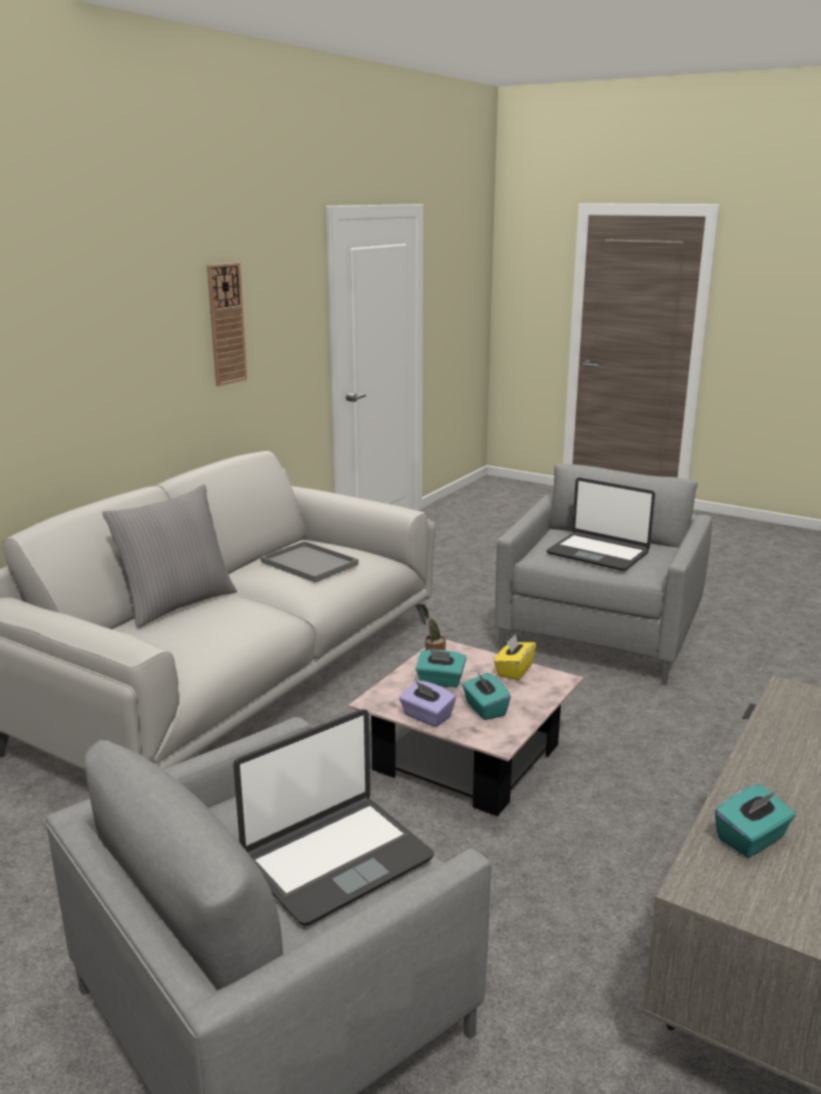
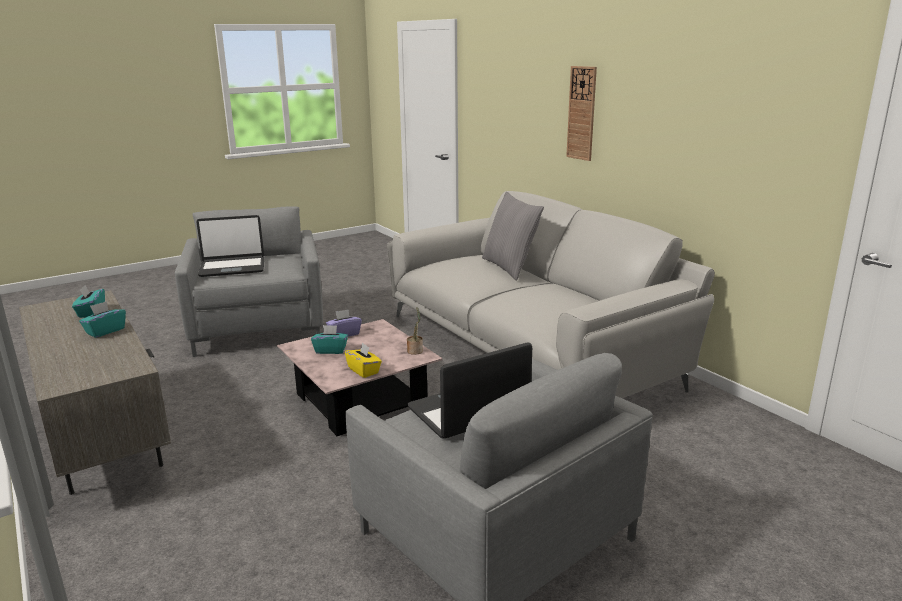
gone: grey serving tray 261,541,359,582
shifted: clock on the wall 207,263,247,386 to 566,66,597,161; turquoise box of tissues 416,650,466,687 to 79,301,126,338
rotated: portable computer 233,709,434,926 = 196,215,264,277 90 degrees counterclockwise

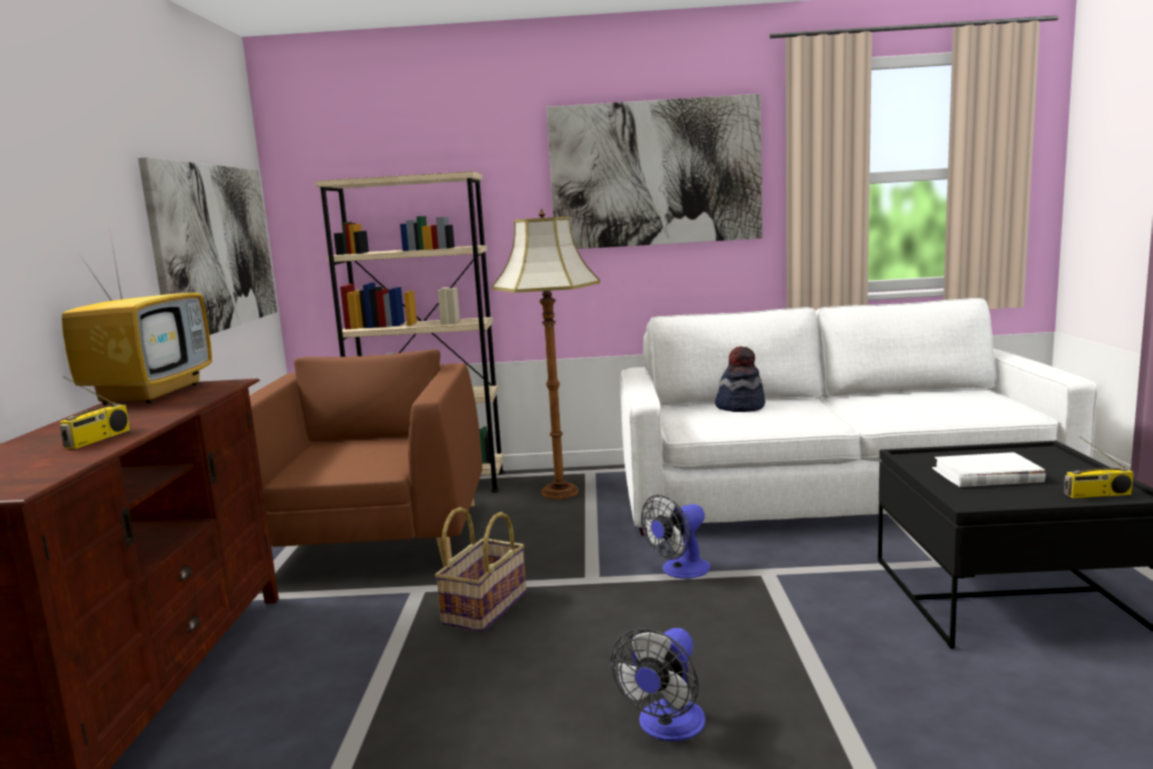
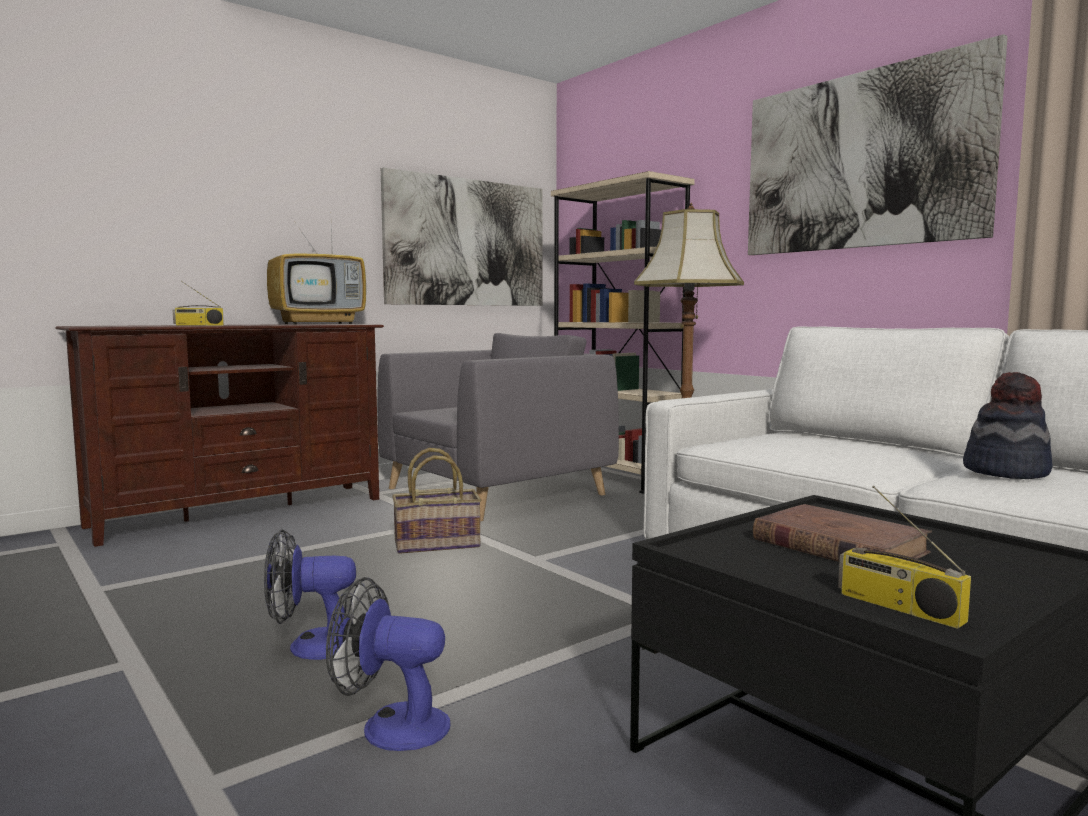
shifted: fan 641,495,710,579 to 326,577,451,751; hat 715,346,765,412 to 963,372,1052,479
repainted: brown lounge chair 249,350,482,567 to grey lounge chair 377,333,619,521; white-coloured bound book 932,452,1046,487 to brown bound book 753,504,932,562

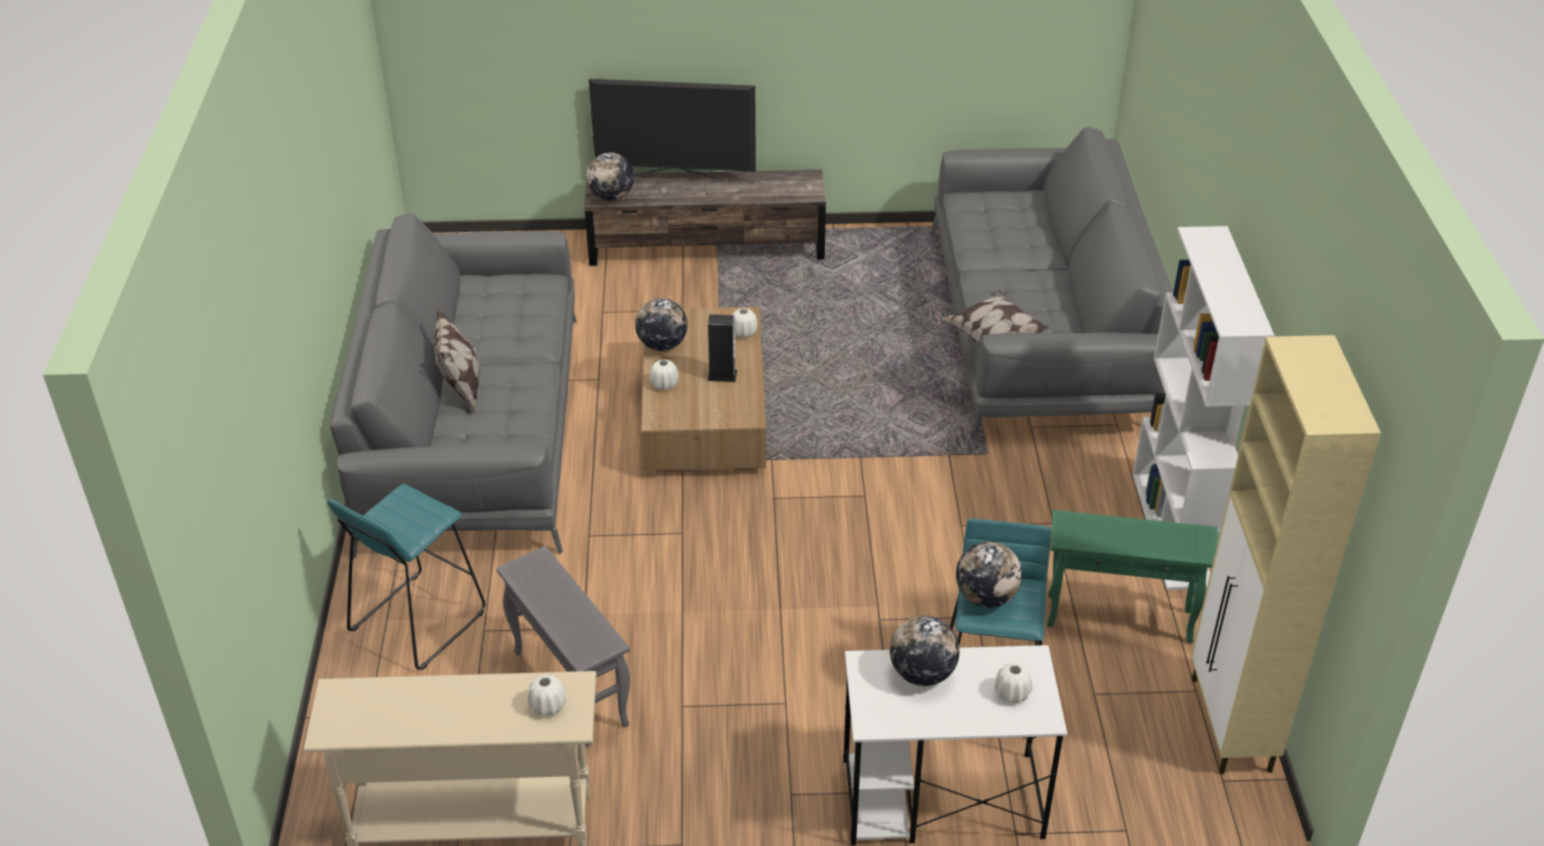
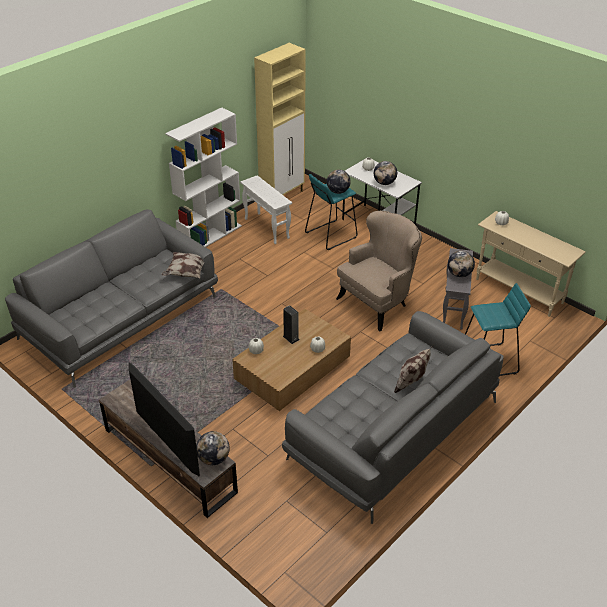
new: beige lounge chair 336,211,422,331
shifted: desk globe 635,298,688,351 to 448,251,475,277
repainted: green-coloured side table 1047,510,1218,643 to white-coloured side table 240,175,292,244

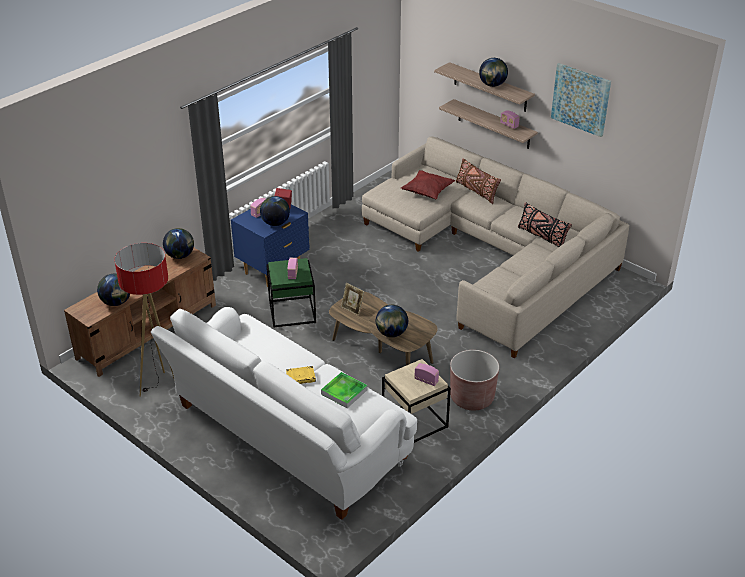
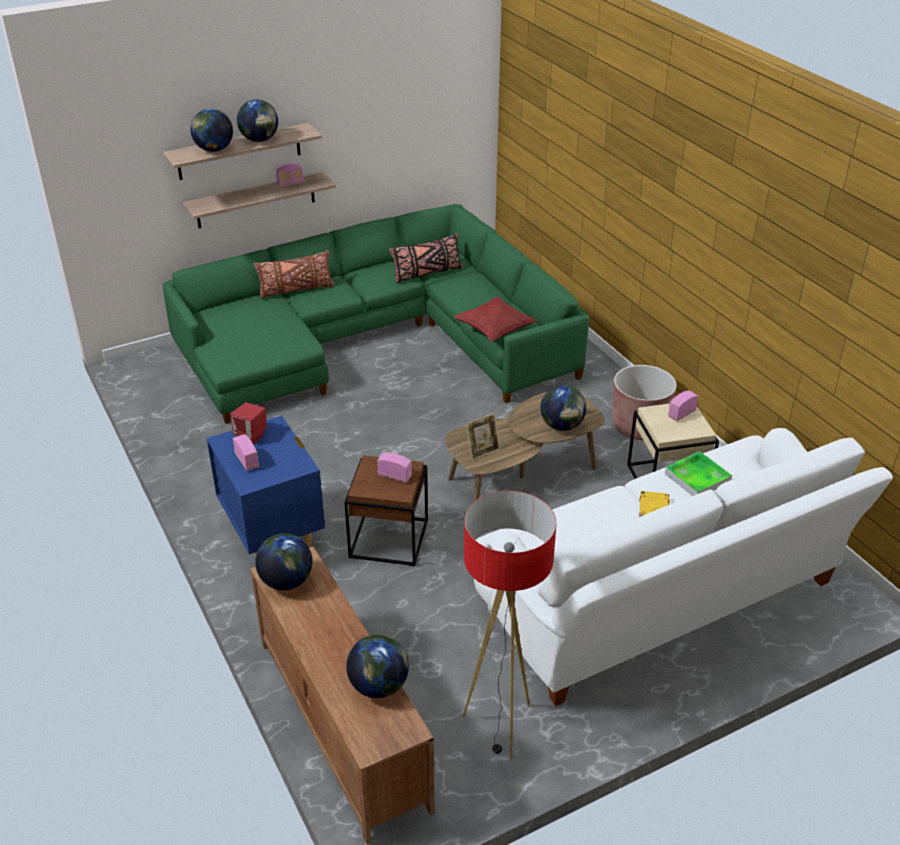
gone: picture 551,63,611,137
shifted: desk globe 260,196,290,226 to 190,109,233,152; reddish throw pillow 401,170,455,199 to 454,297,537,342
repainted: green-coloured side table 266,258,316,328 to brown side table 344,455,428,566; beige couch 362,137,629,358 to green-coloured couch 162,204,590,424

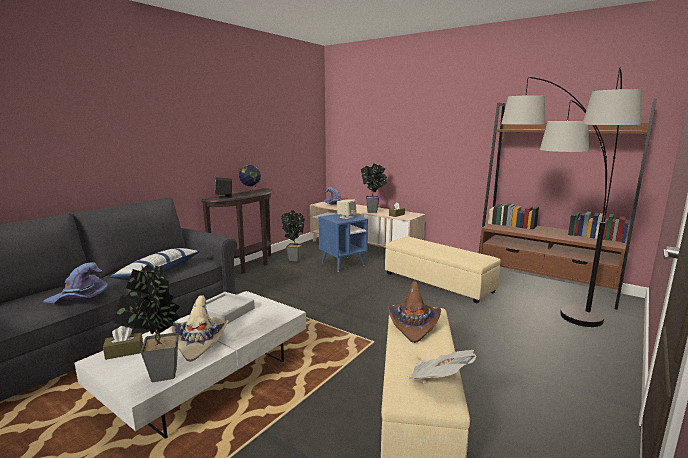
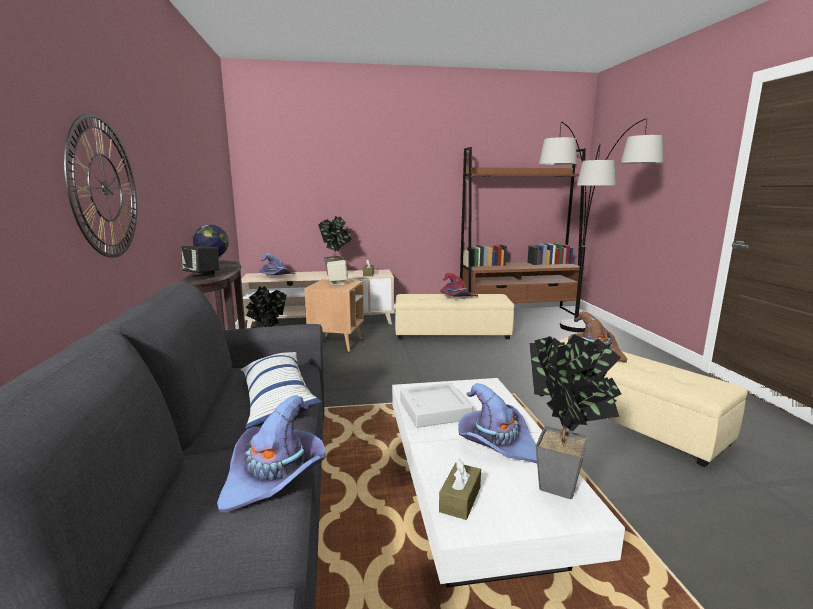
gone: printed paper 409,350,476,380
new: clock on the wall 64,113,137,258; reddish hat 440,273,478,297
repainted: beige hat 170,295,229,362 to purple-coloured hat 458,383,537,463; bluish side table 319,214,368,272 to brown side table 304,279,364,352

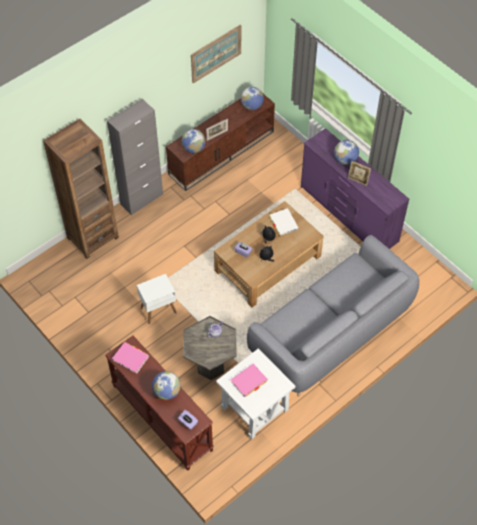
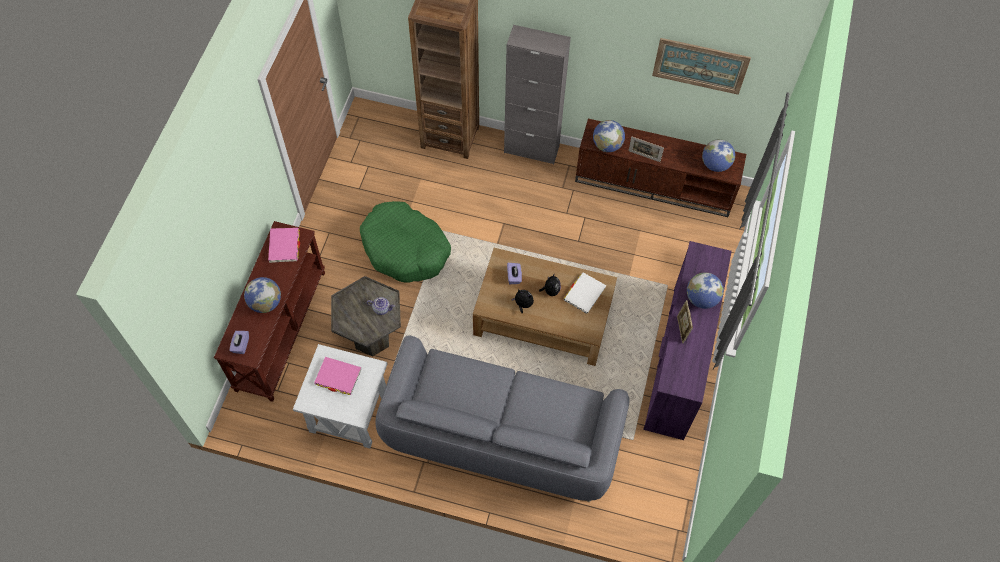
swapped: white-coloured side table 137,274,177,324 to green-coloured pet bed 360,201,451,283

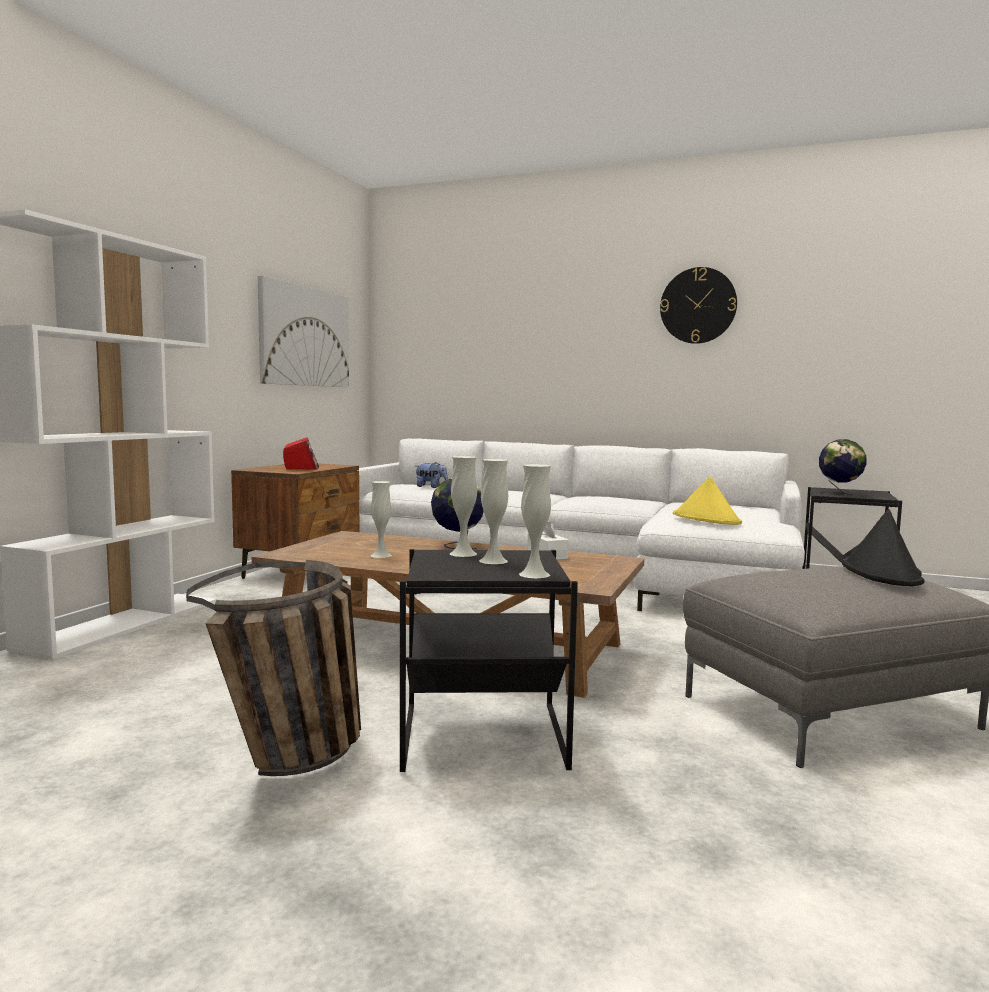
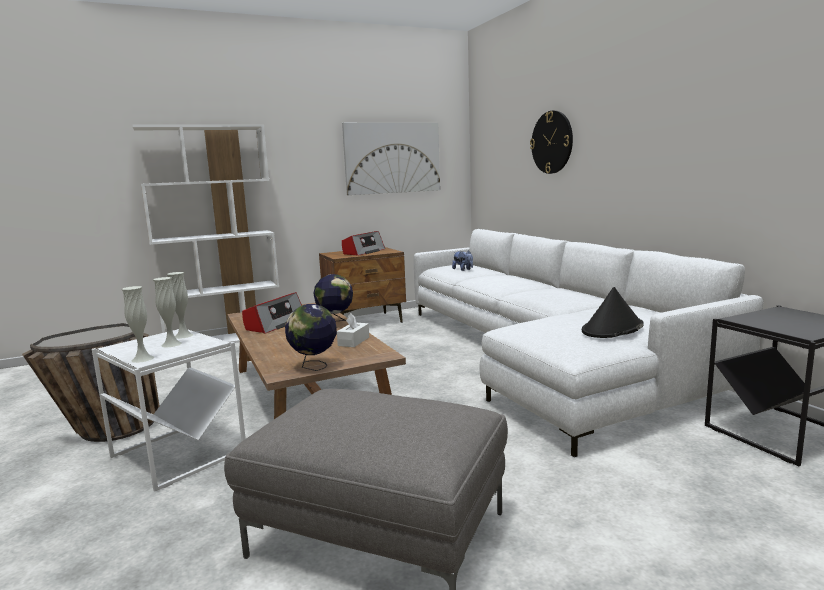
gone: yellow hat 673,476,742,525
shifted: clock on the wall 660,267,737,344 to 530,111,573,174; desk globe 819,439,866,495 to 285,304,337,371; black hat 842,509,924,586 to 582,287,644,338
swapped: white-coloured vase 370,481,392,558 to radio receiver 242,292,302,334
repainted: black side table 400,549,578,772 to white-coloured side table 92,329,246,491

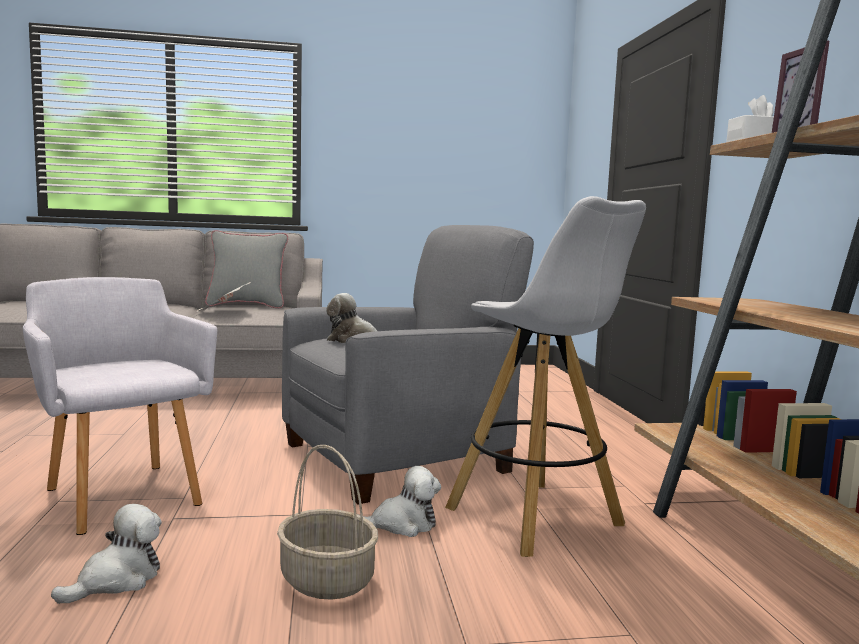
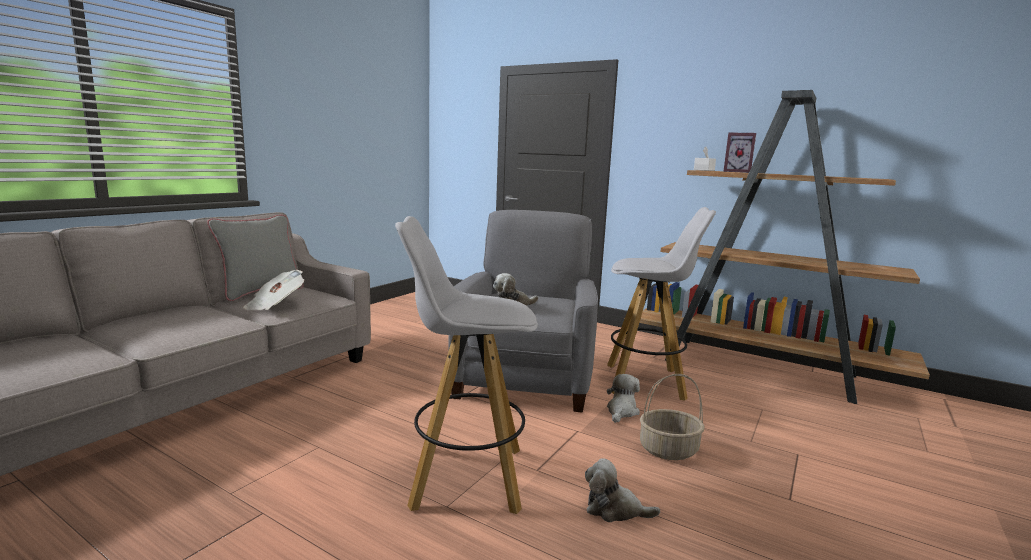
swapped: grey lounge chair 23,277,217,535 to white-coloured sitting stool 395,216,538,514
rotated: plush toy 51,504,162,604 = 585,458,660,522 60 degrees counterclockwise

